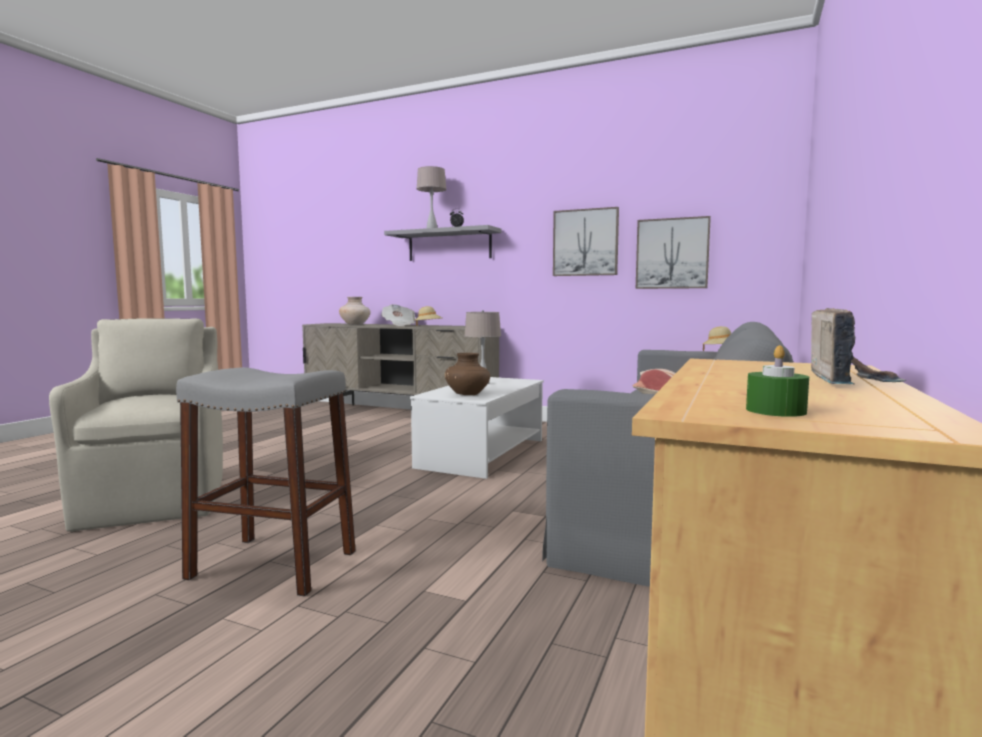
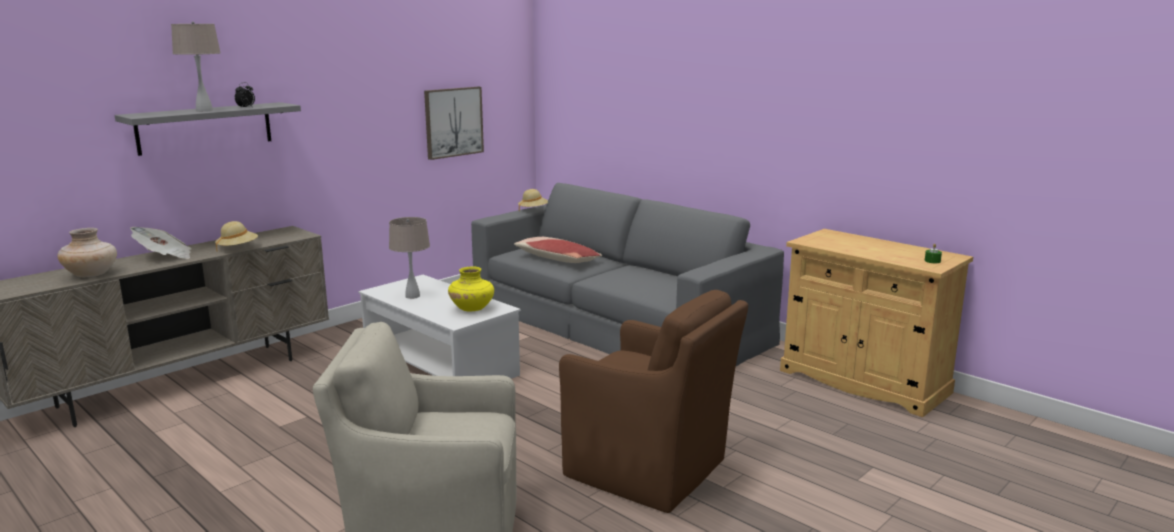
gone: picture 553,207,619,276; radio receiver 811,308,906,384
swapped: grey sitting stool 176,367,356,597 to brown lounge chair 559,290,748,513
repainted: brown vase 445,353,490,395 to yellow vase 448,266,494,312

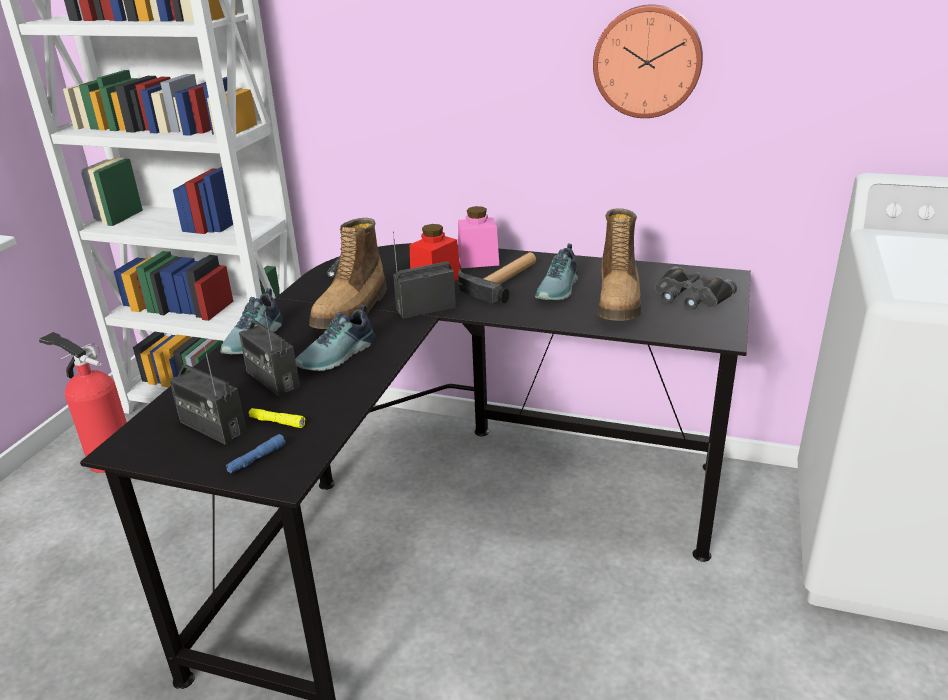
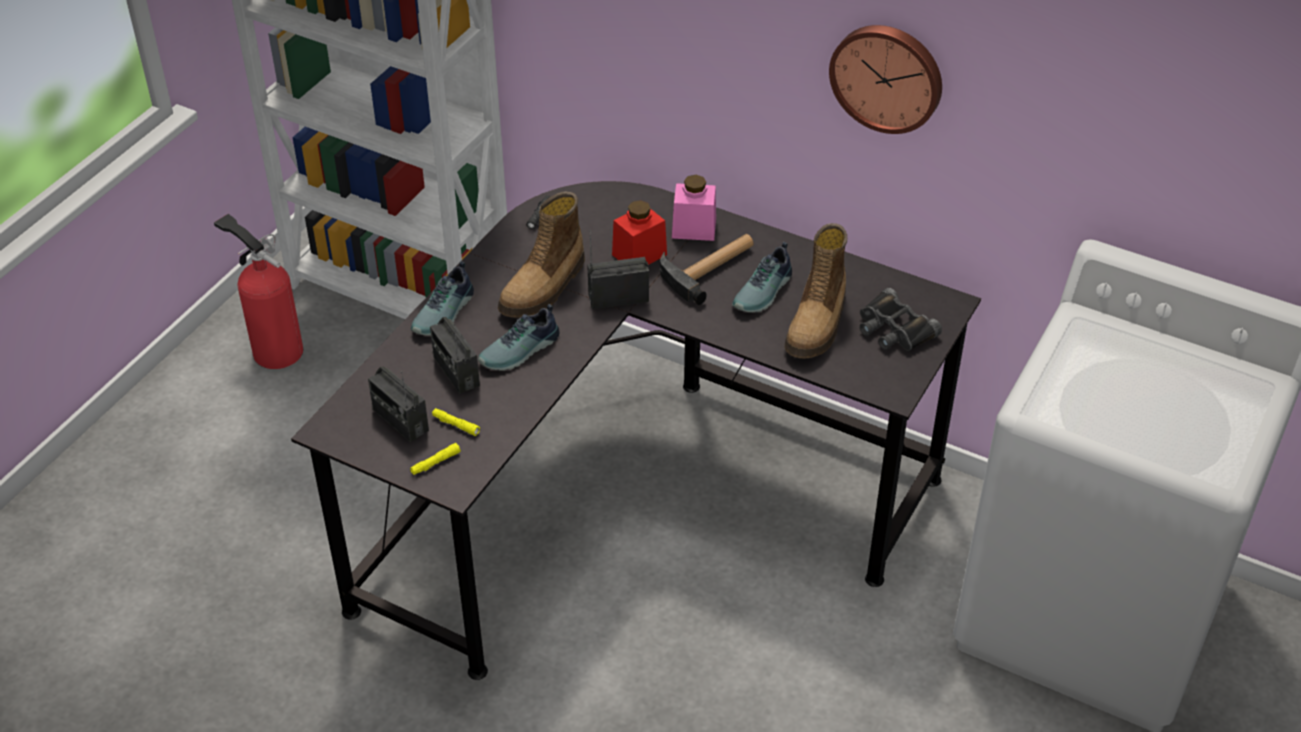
repainted: bluish torch 226,434,286,473 to yellow torch 410,443,461,475

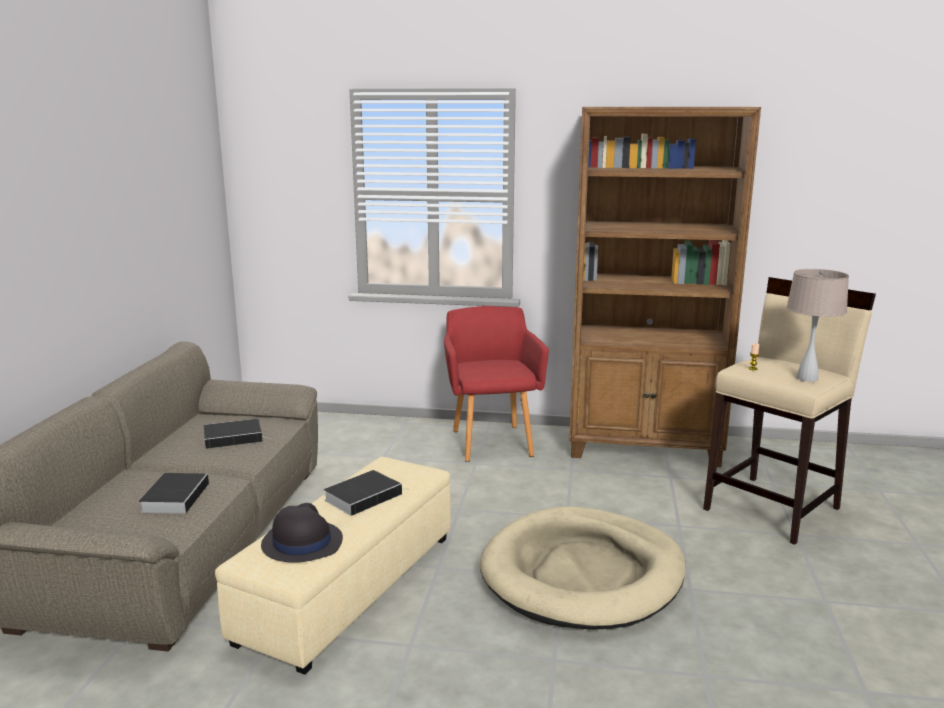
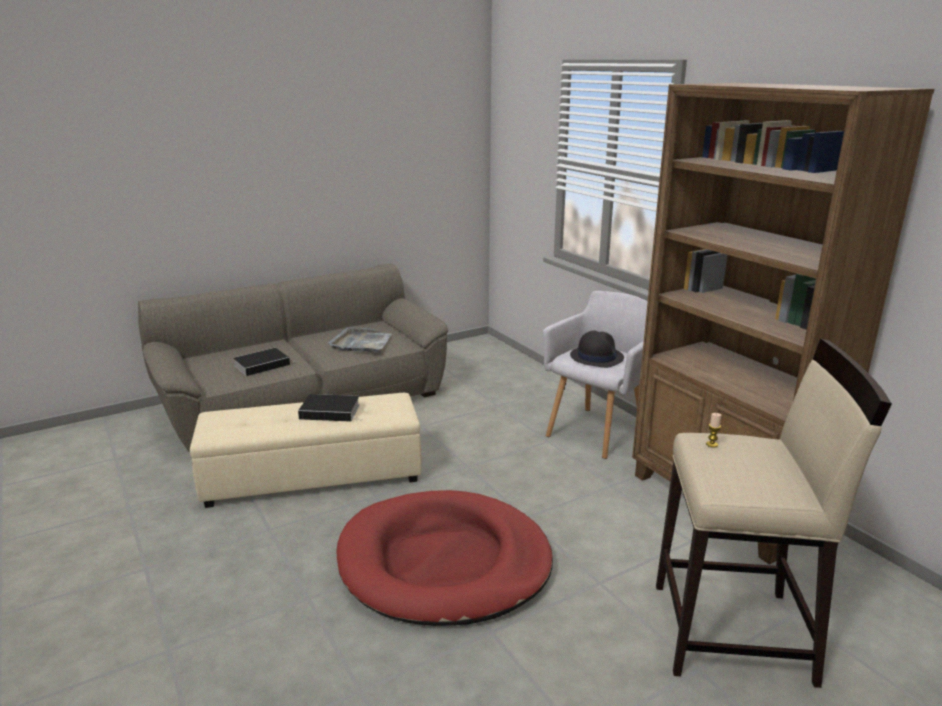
gone: beige tabletop lamp 786,269,849,382
shifted: black hat 261,503,343,563 to 570,330,624,368
swapped: bound book 204,419,269,449 to grey serving tray 328,327,392,352
repainted: reddish lounge chair 444,306,549,462 to grey lounge chair 543,291,648,459; beige pet bed 480,506,686,630 to reddish pet bed 336,490,553,626

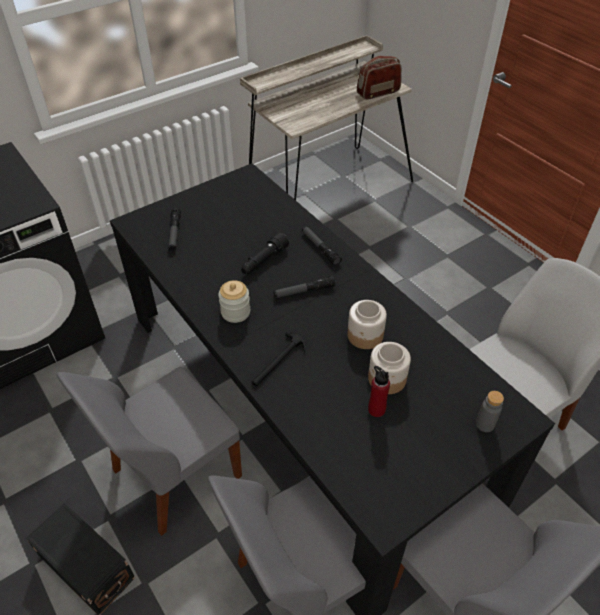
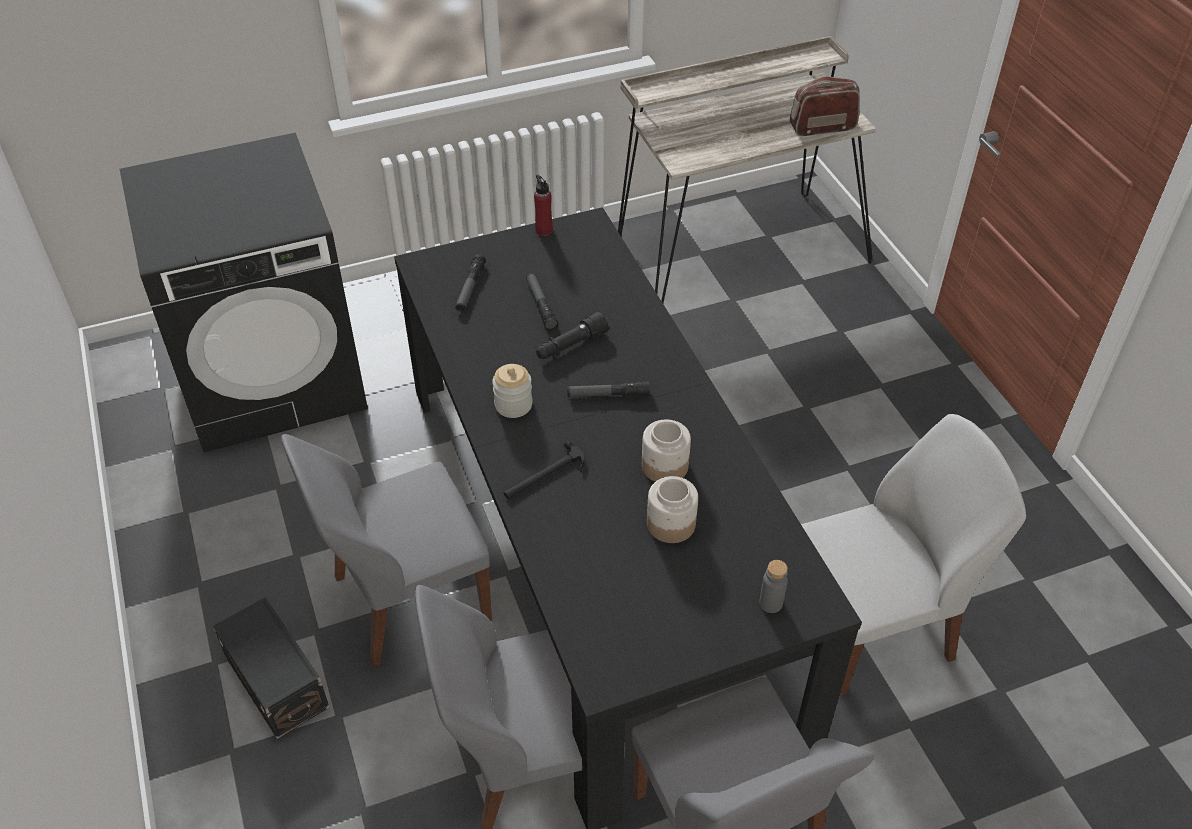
shifted: torch 302,226,342,266 to 526,273,558,330; reddish beverage bottle 368,366,390,417 to 534,175,553,236

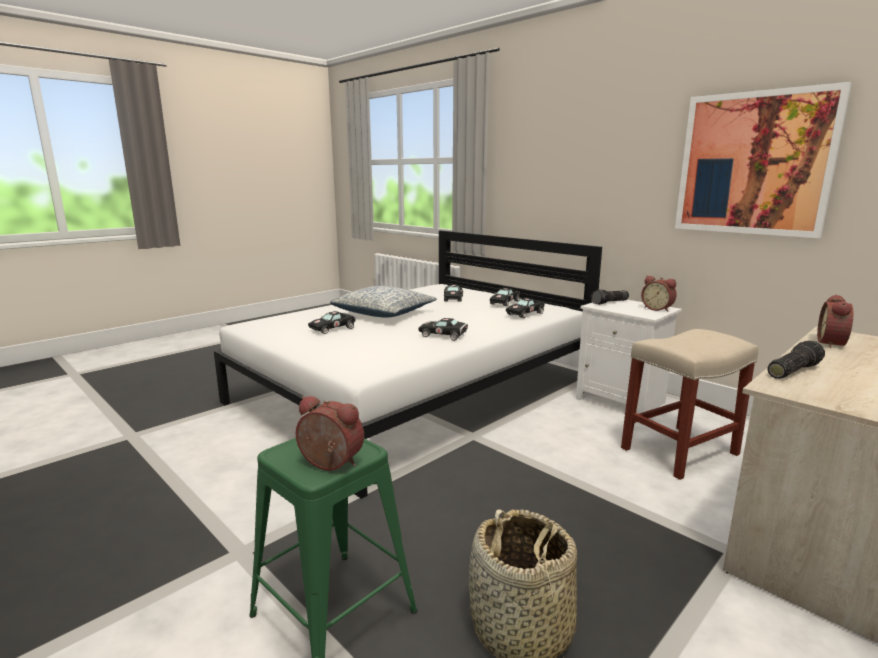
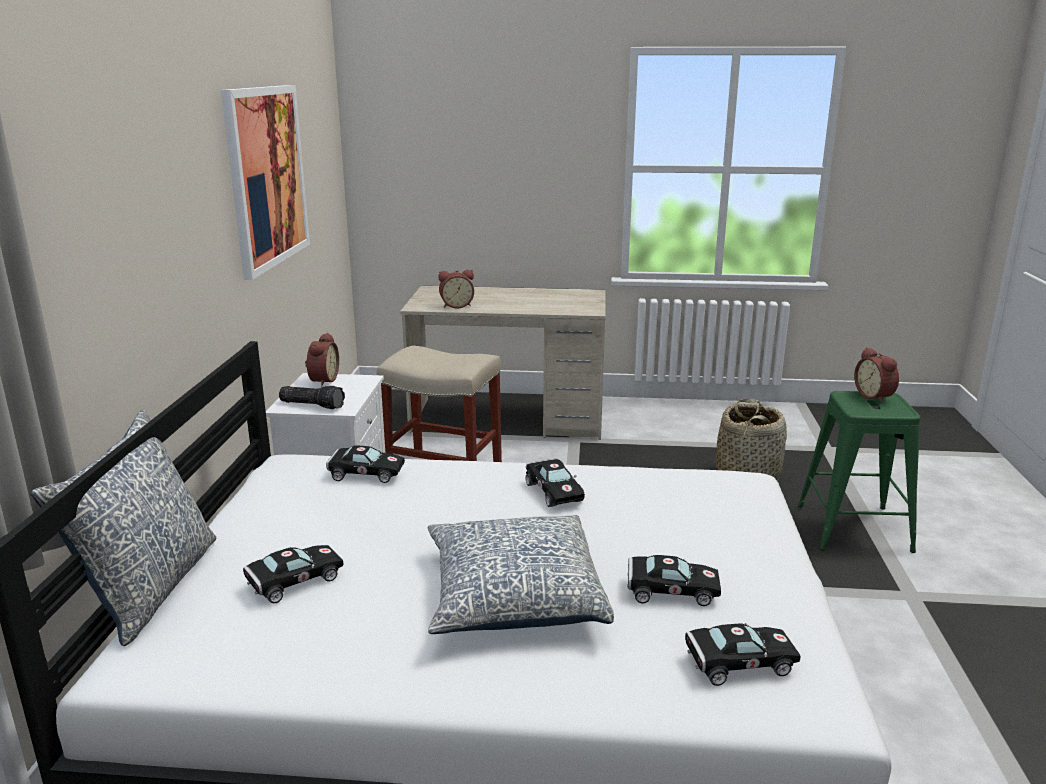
gone: torch 768,341,825,379
new: throw pillow 31,410,216,646
shifted: black miniature car 490,288,520,306 to 685,623,801,686

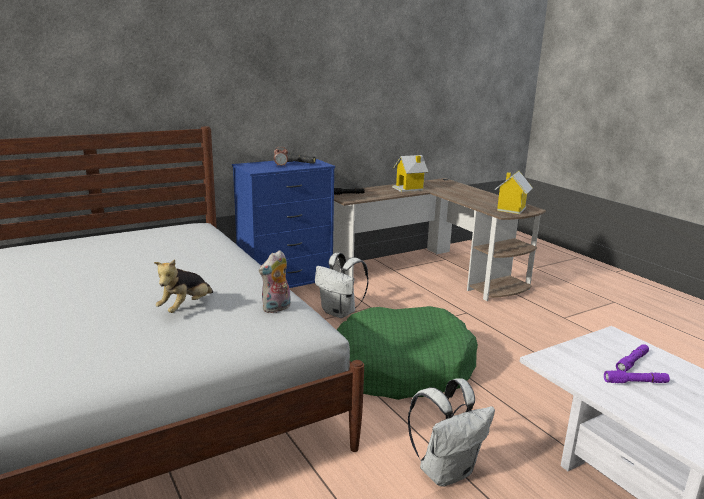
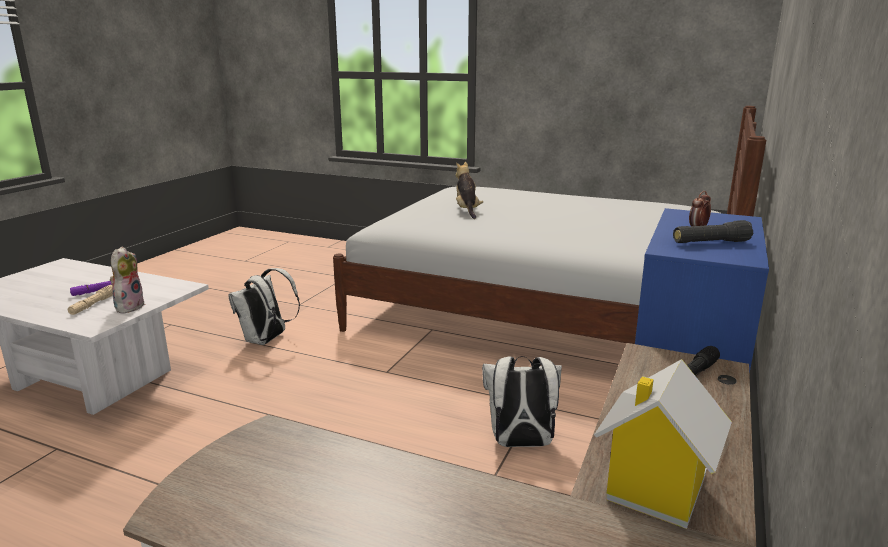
gone: green-coloured pet bed 337,306,478,400; toy house 495,171,533,214
shifted: plush toy 259,250,291,314 to 110,247,145,313
repainted: purple-coloured torch 616,344,649,372 to beige torch 68,285,113,315

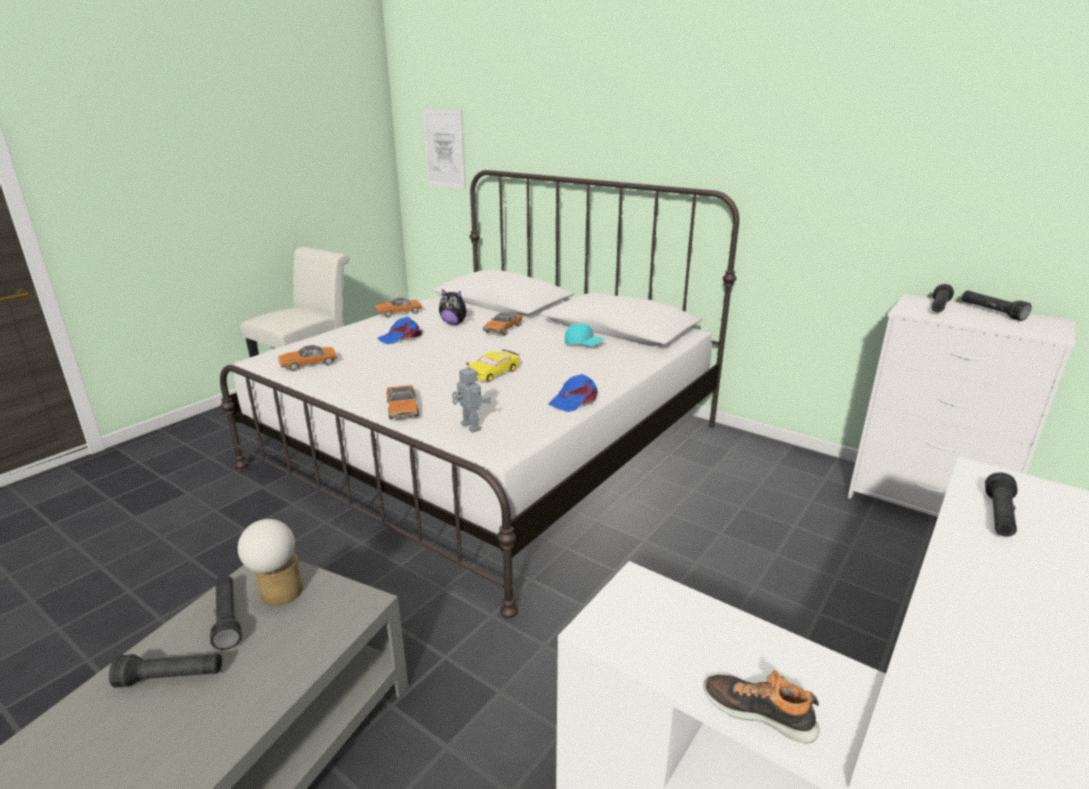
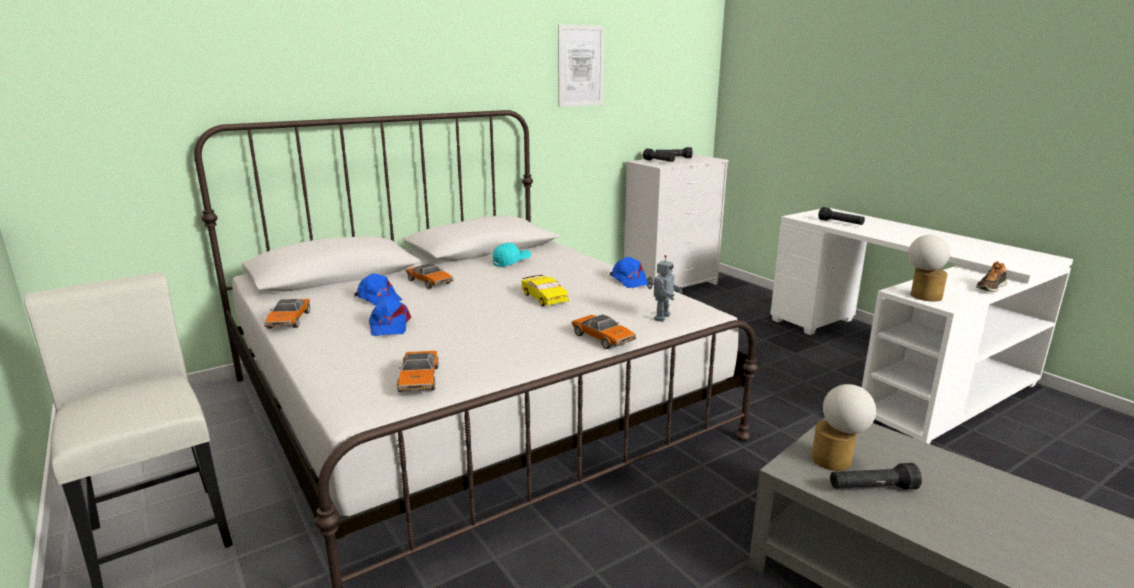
gone: black torch 109,654,222,687
new: tabletop lamp 908,235,950,302
shifted: picture 422,109,466,189 to 558,24,605,107
swapped: plush toy 439,289,471,325 to bluish cap 354,274,402,306
rotated: miniature car 386,385,419,419 = 572,314,636,349 45 degrees clockwise; model robot 452,362,491,433 = 647,255,683,322 135 degrees clockwise

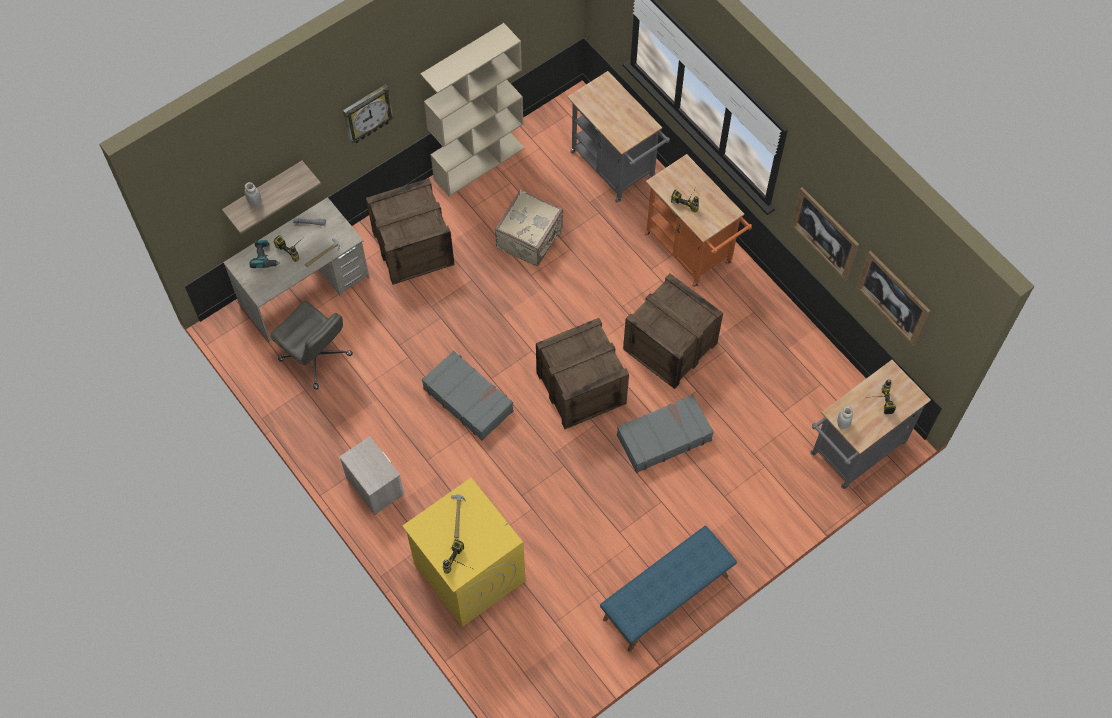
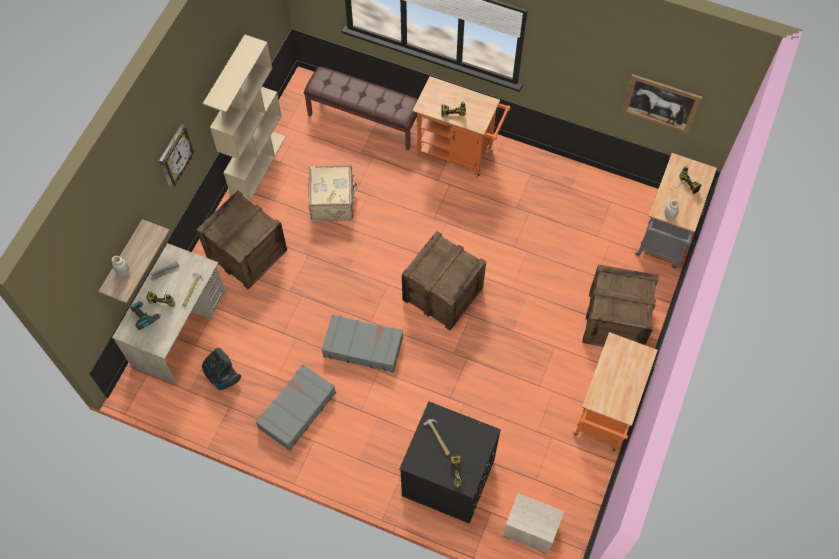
gone: picture 791,187,859,281
shifted: nightstand 340,436,404,515 to 503,493,564,554; grey suitcase 617,394,714,473 to 256,364,336,451; packing crate 623,273,723,389 to 582,264,659,347
swapped: grey office chair 271,301,353,390 to vacuum 202,348,241,390; grey trolley 567,71,670,202 to brown indoor bench 304,66,422,150; bluish indoor bench 600,526,737,652 to orangey trolley 572,332,658,452
repainted: yellow laundry appliance 402,478,526,627 to black laundry appliance 399,401,501,524

